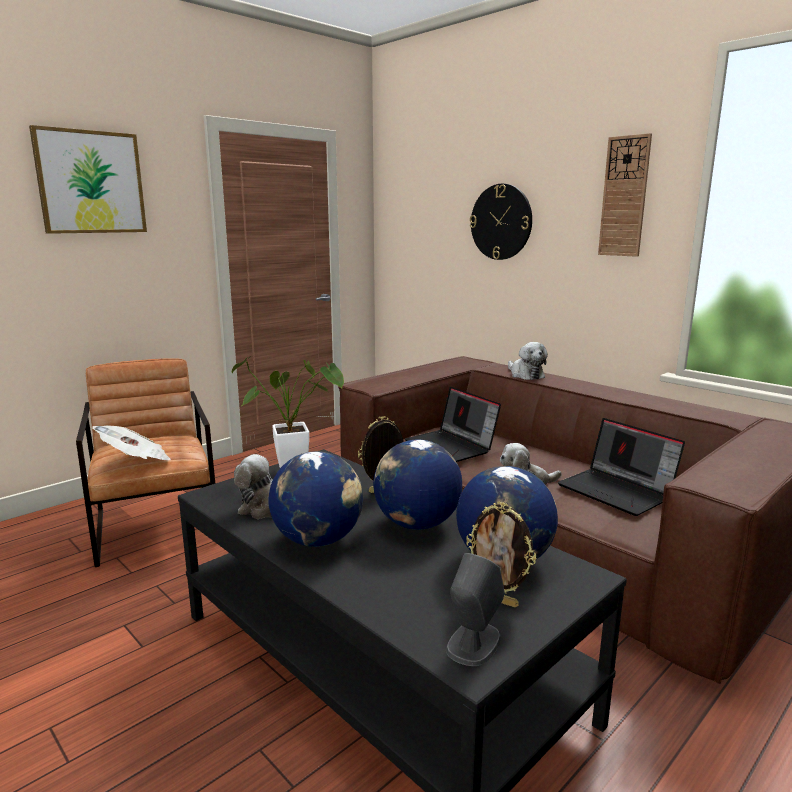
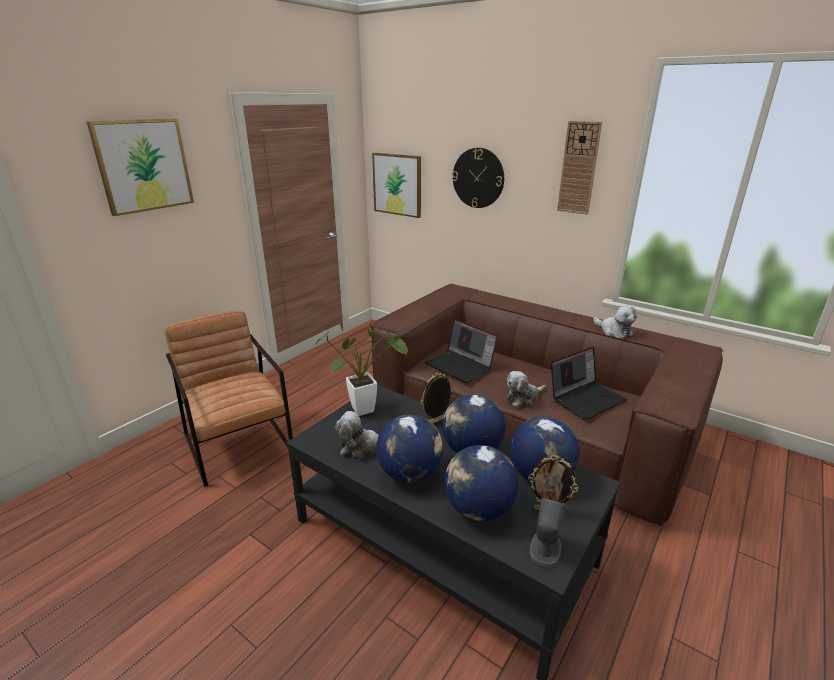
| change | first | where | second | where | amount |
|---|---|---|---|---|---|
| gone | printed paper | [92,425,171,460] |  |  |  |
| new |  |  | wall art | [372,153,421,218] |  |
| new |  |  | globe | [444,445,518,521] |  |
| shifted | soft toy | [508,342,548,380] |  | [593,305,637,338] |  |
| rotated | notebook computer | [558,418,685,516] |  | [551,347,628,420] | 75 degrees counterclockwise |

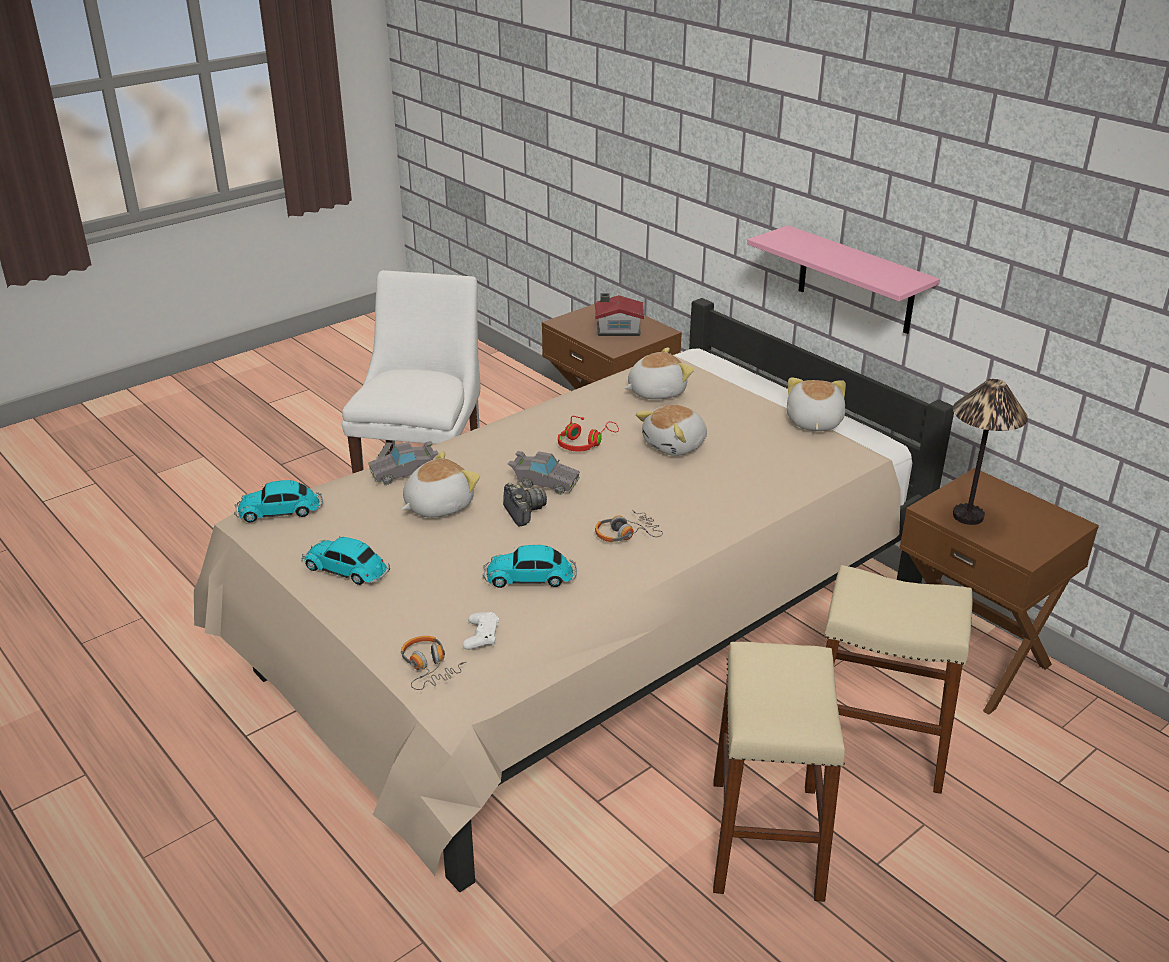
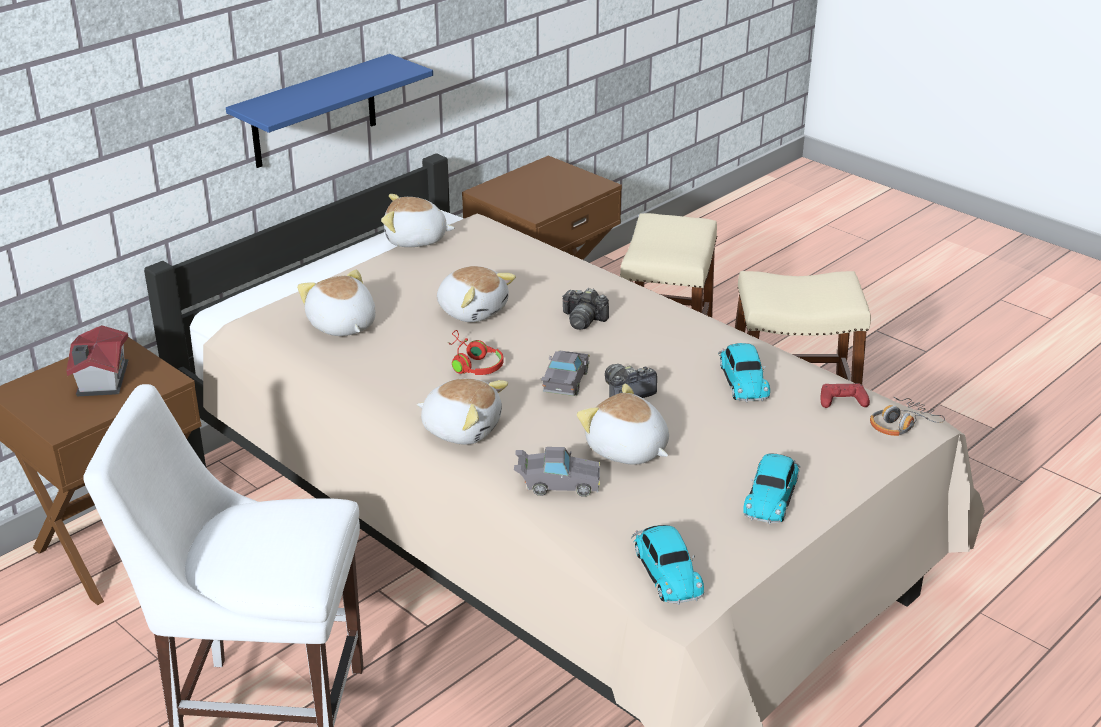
| change | first | where | second | where | amount |
|---|---|---|---|---|---|
| gone | headphones | [595,510,663,542] |  |  |  |
| gone | table lamp | [953,379,1028,525] |  |  |  |
| new |  |  | soft toy | [417,378,508,445] |  |
| new |  |  | photo camera | [562,288,609,330] |  |
| repainted | joypad in white-coloured | [462,612,499,650] | joypad in reddish | [821,383,870,408] |  |
| repainted | bracket shelf in pink-coloured | [747,225,940,334] | bracket shelf in blue | [226,54,433,168] |  |
| rotated | toy car in grey | [368,441,439,485] |  | [514,447,600,497] | 60 degrees counterclockwise |

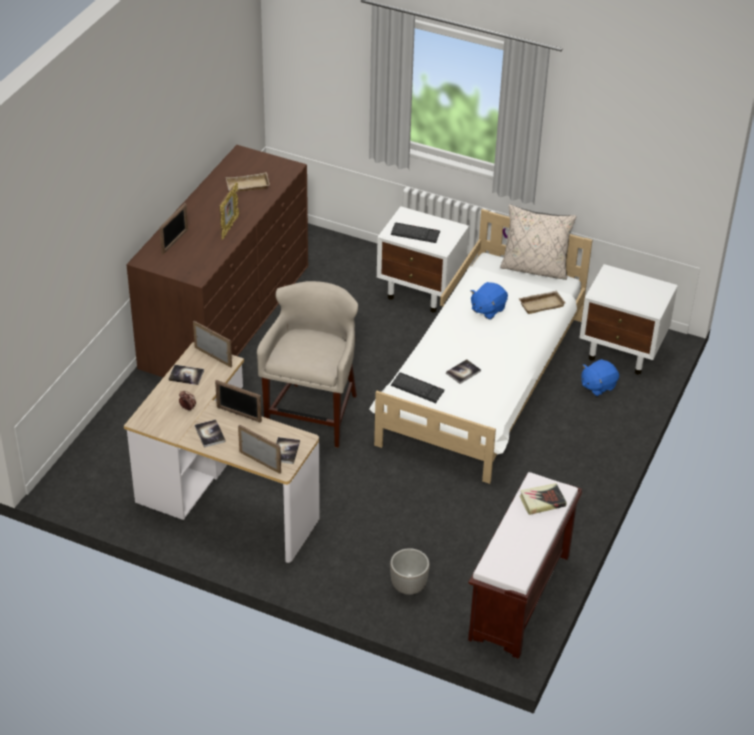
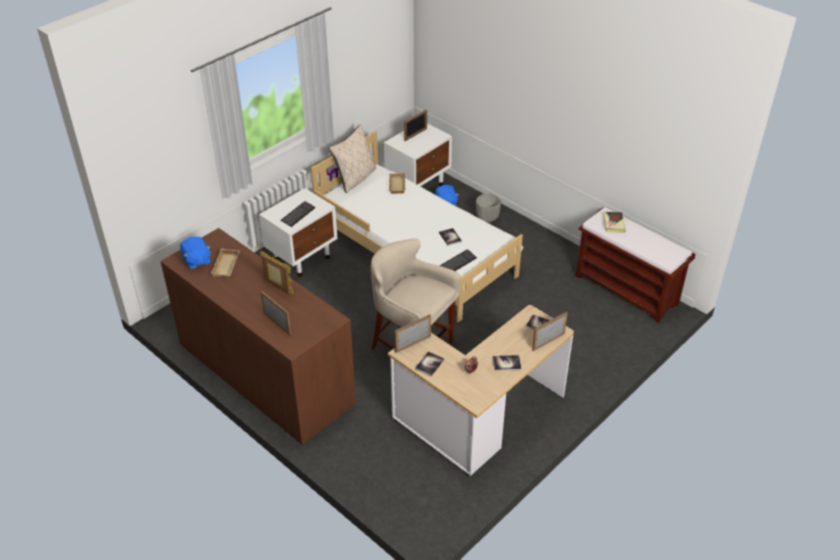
| change | first | where | second | where | amount |
|---|---|---|---|---|---|
| shifted | picture frame | [215,380,262,423] |  | [404,110,427,141] |  |
| shifted | flower pot | [390,548,430,595] |  | [476,193,501,223] |  |
| shifted | soft toy in blue | [471,282,508,320] |  | [180,237,211,270] |  |

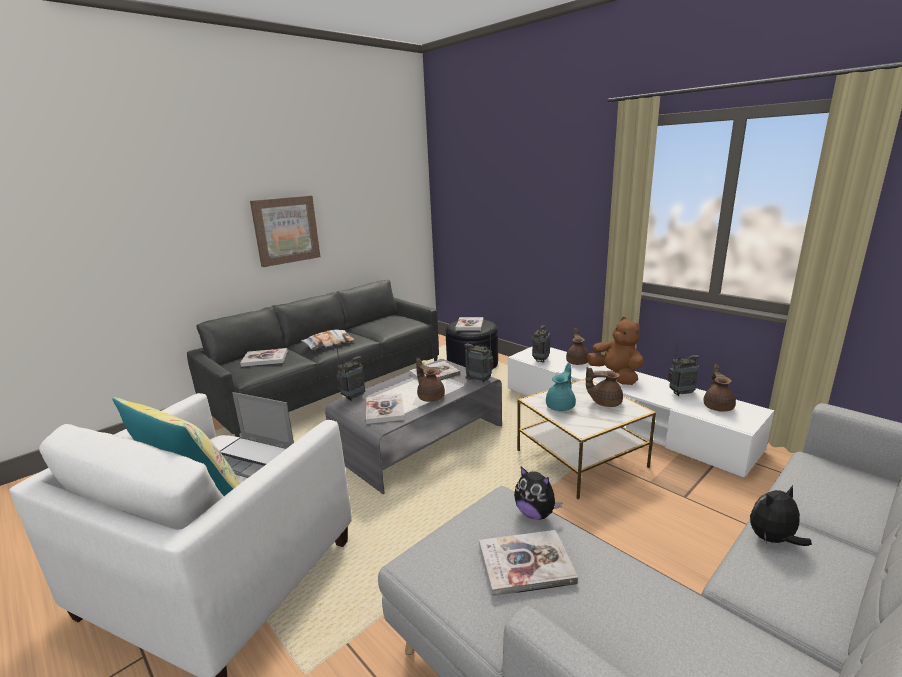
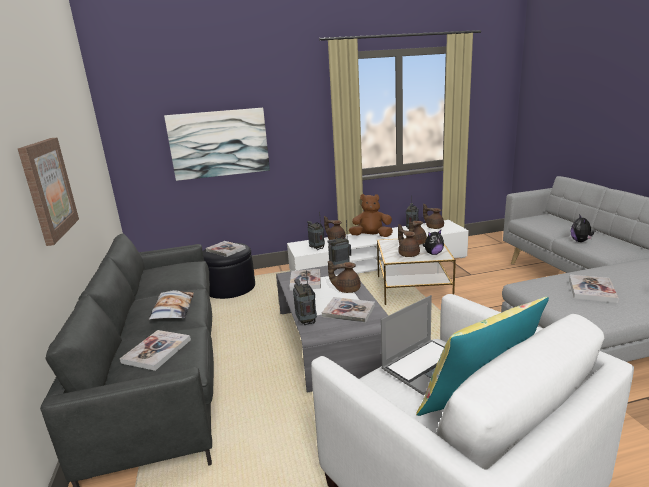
| change | first | where | second | where | amount |
|---|---|---|---|---|---|
| new |  |  | wall art | [164,108,270,181] |  |
| shifted | soft toy | [514,467,563,520] |  | [422,230,444,255] |  |
| repainted | teapot in blue-green | [546,363,576,411] | teapot in brownish | [398,224,420,257] |  |

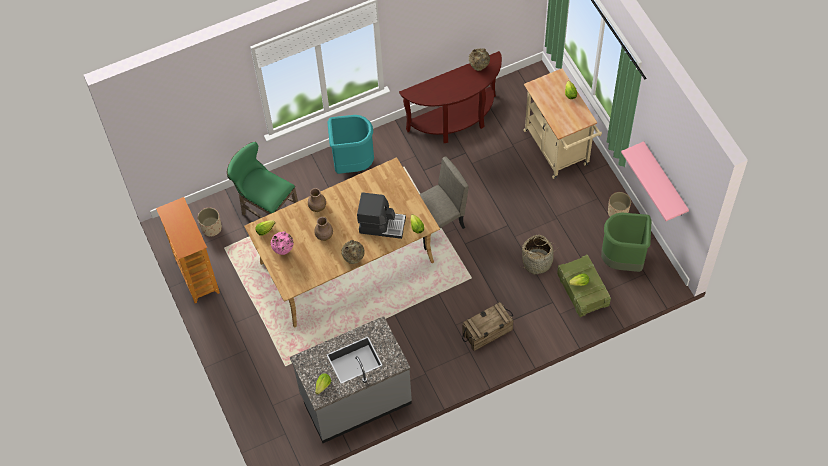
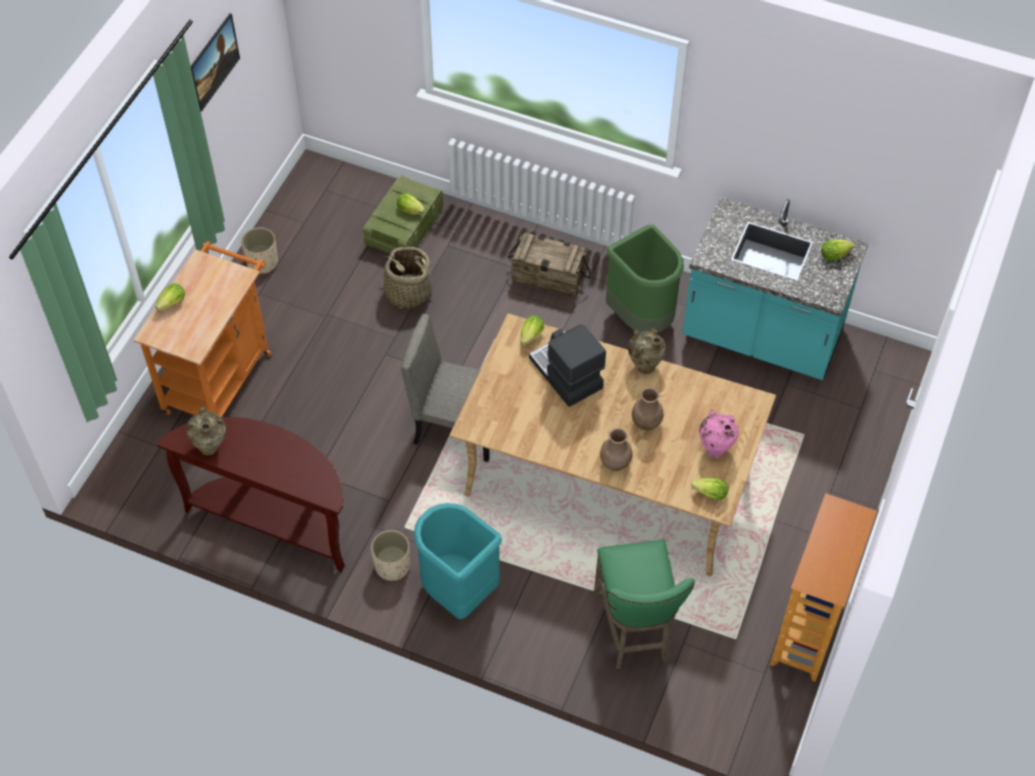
| change | first | where | second | where | amount |
|---|---|---|---|---|---|
| gone | bracket shelf in pink-coloured | [621,141,689,221] |  |  |  |
| new |  |  | wall art | [191,13,240,112] |  |
| shifted | flower pot in beige | [197,207,222,237] |  | [371,530,410,581] |  |
| shifted | trash can in greenish | [601,212,651,272] |  | [606,224,684,333] |  |
| repainted | kitchen base unit in grey | [290,316,412,443] | kitchen base unit in blue-green | [682,197,868,380] |  |
| repainted | cart in beige | [523,68,602,179] | cart in orange-coloured | [134,241,272,417] |  |

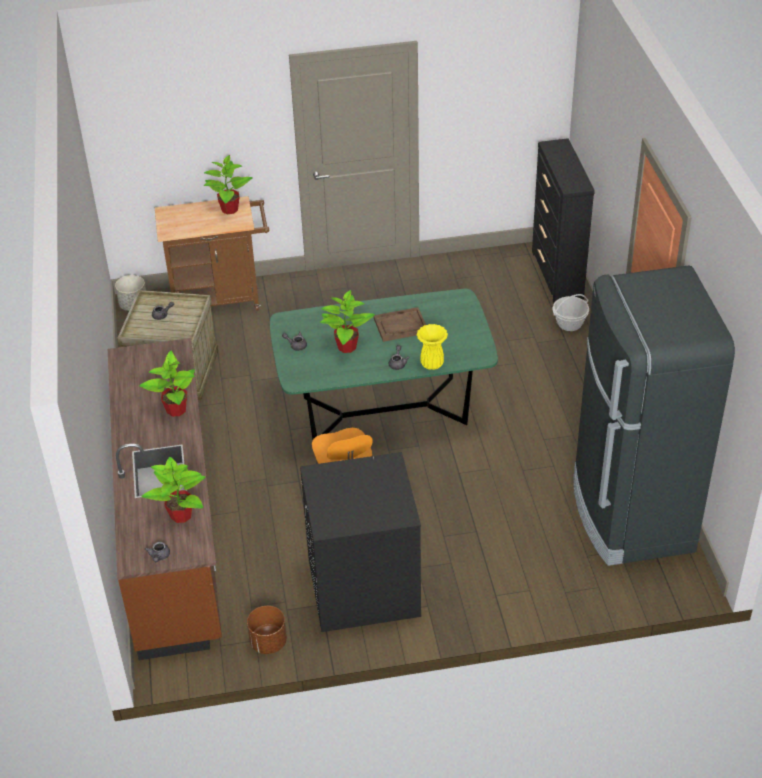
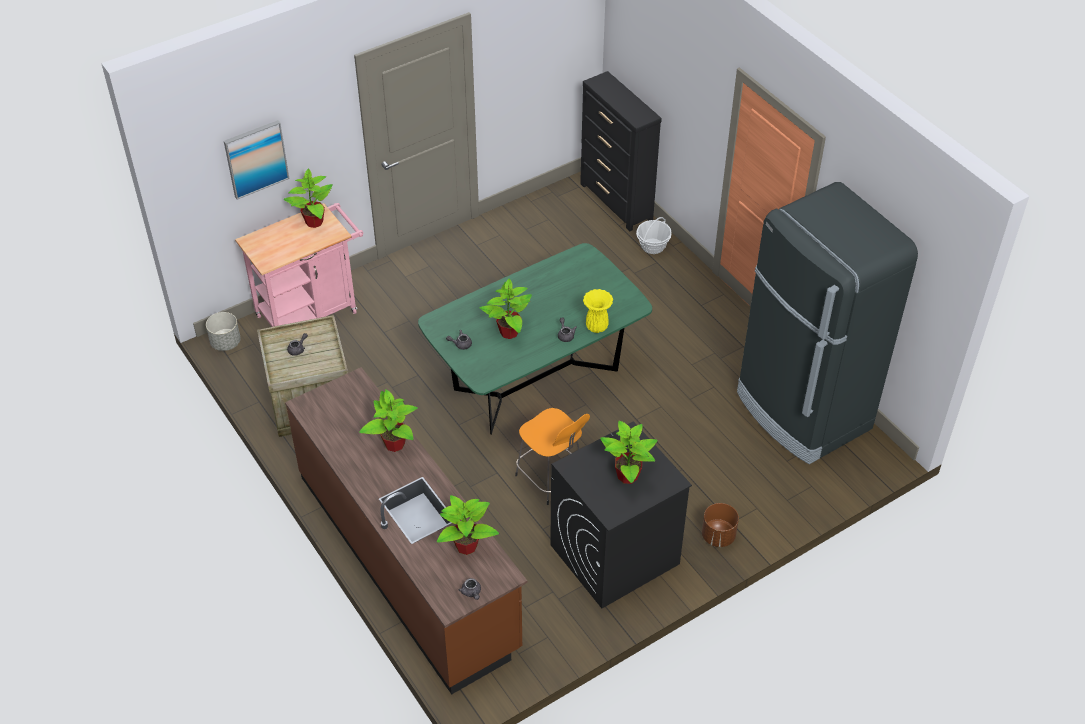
| change | first | where | second | where | amount |
|---|---|---|---|---|---|
| gone | tray in brownish | [374,307,426,342] |  |  |  |
| new |  |  | wall art | [224,120,290,200] |  |
| new |  |  | houseplant | [600,421,658,484] |  |
| shifted | flower pot in brownish | [247,606,287,654] |  | [702,503,739,547] |  |
| repainted | cart in brownish | [155,196,269,311] | cart in pink-coloured | [235,203,363,327] |  |

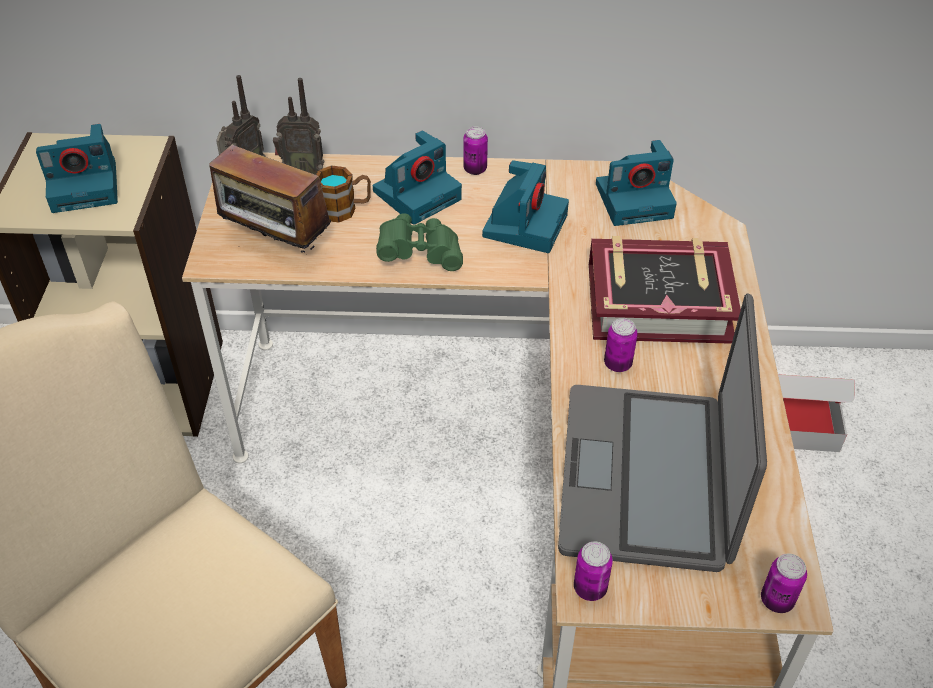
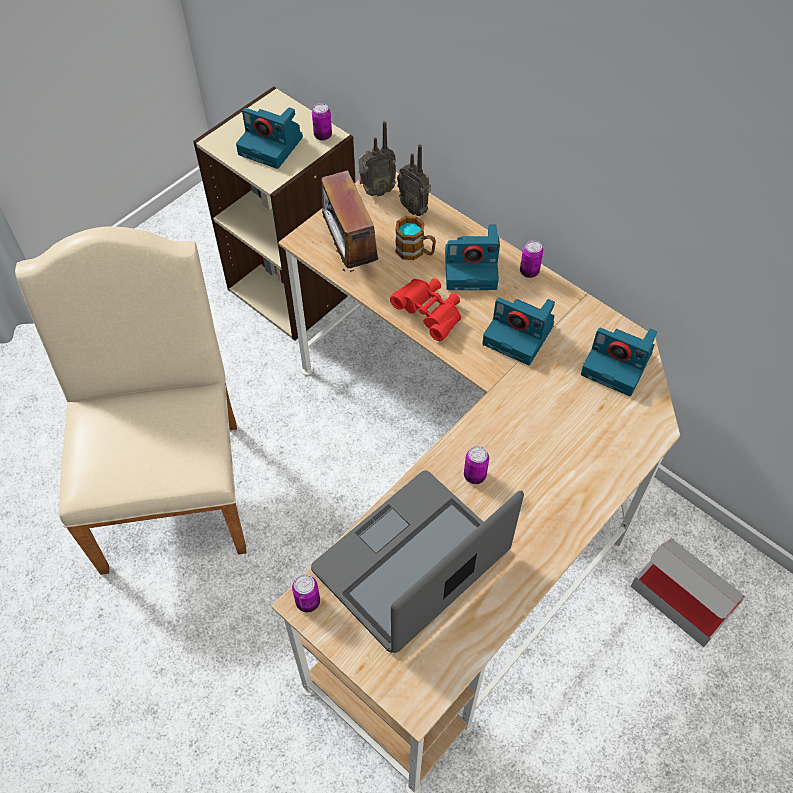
| change | first | where | second | where | amount |
|---|---|---|---|---|---|
| gone | volume | [589,236,741,344] |  |  |  |
| shifted | metal can | [761,553,807,613] |  | [312,103,332,141] |  |
| repainted | field glasses in greenish | [376,213,463,271] | field glasses in reddish | [390,278,461,341] |  |
| rotated | photo camera | [482,160,569,253] |  | [482,297,555,365] | 60 degrees clockwise |

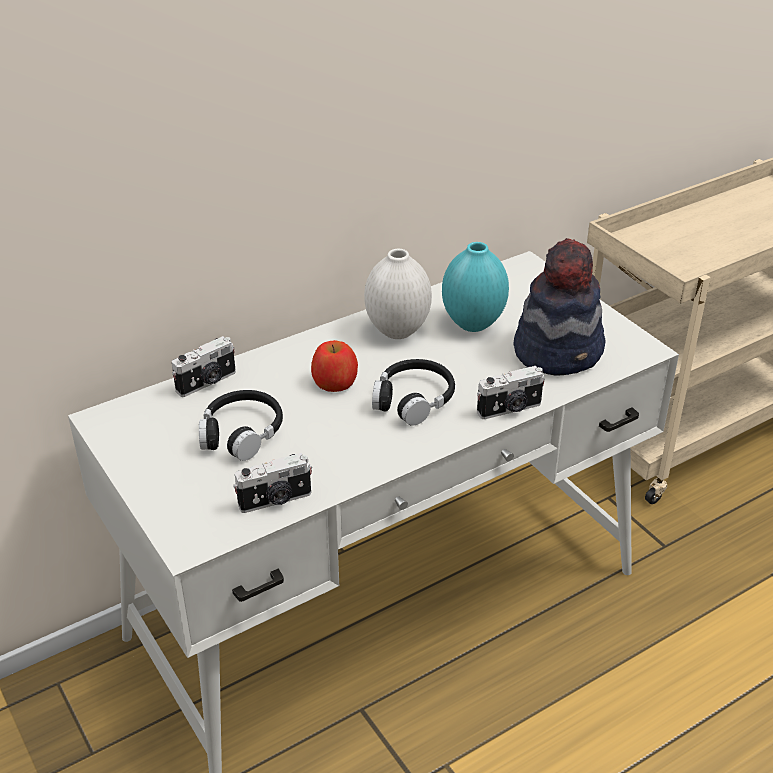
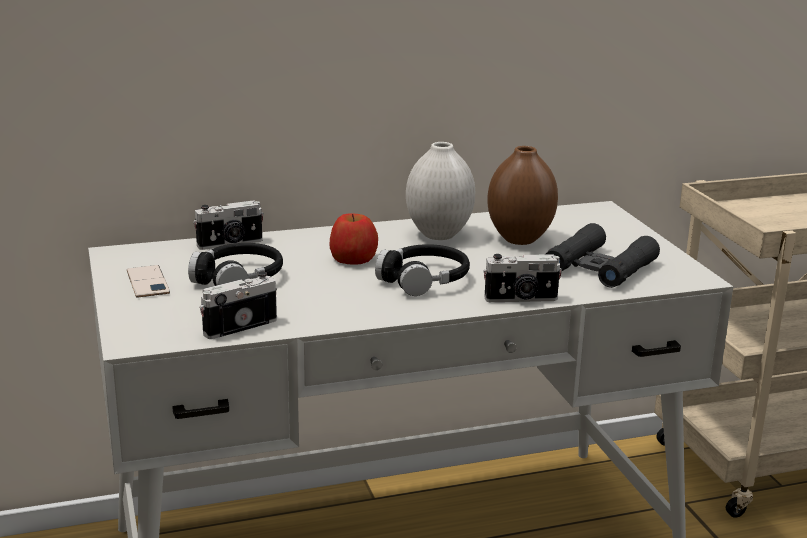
| change | first | where | second | where | amount |
|---|---|---|---|---|---|
| new |  |  | phone | [127,265,170,298] |  |
| swapped | clothing hat | [513,238,605,376] | field glasses in black-coloured | [546,223,660,288] |  |
| repainted | vase in blue-green | [442,242,509,332] | vase in brownish | [487,146,558,245] |  |
| rotated | photo camera | [233,453,312,513] |  | [199,271,277,339] | 150 degrees clockwise |

